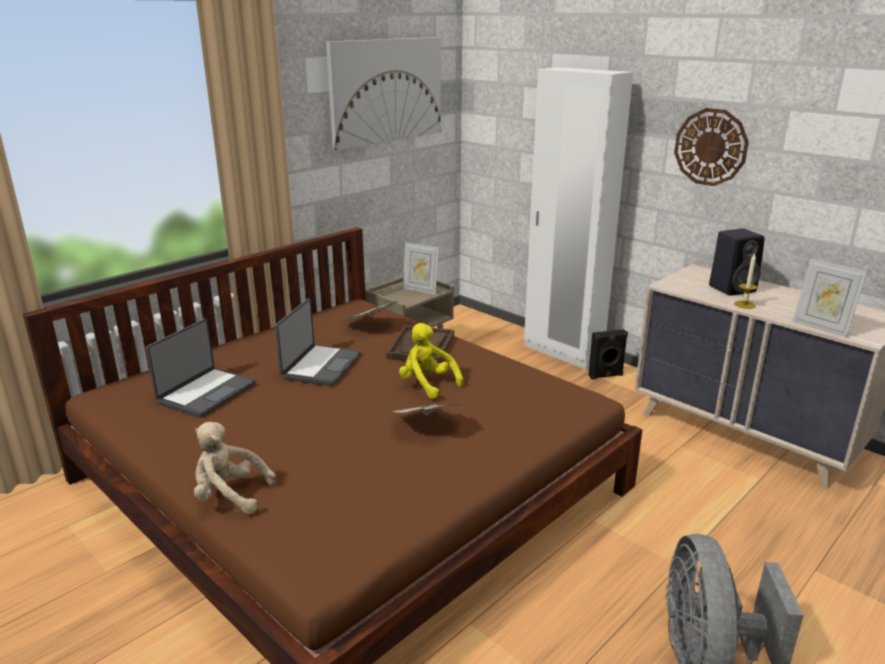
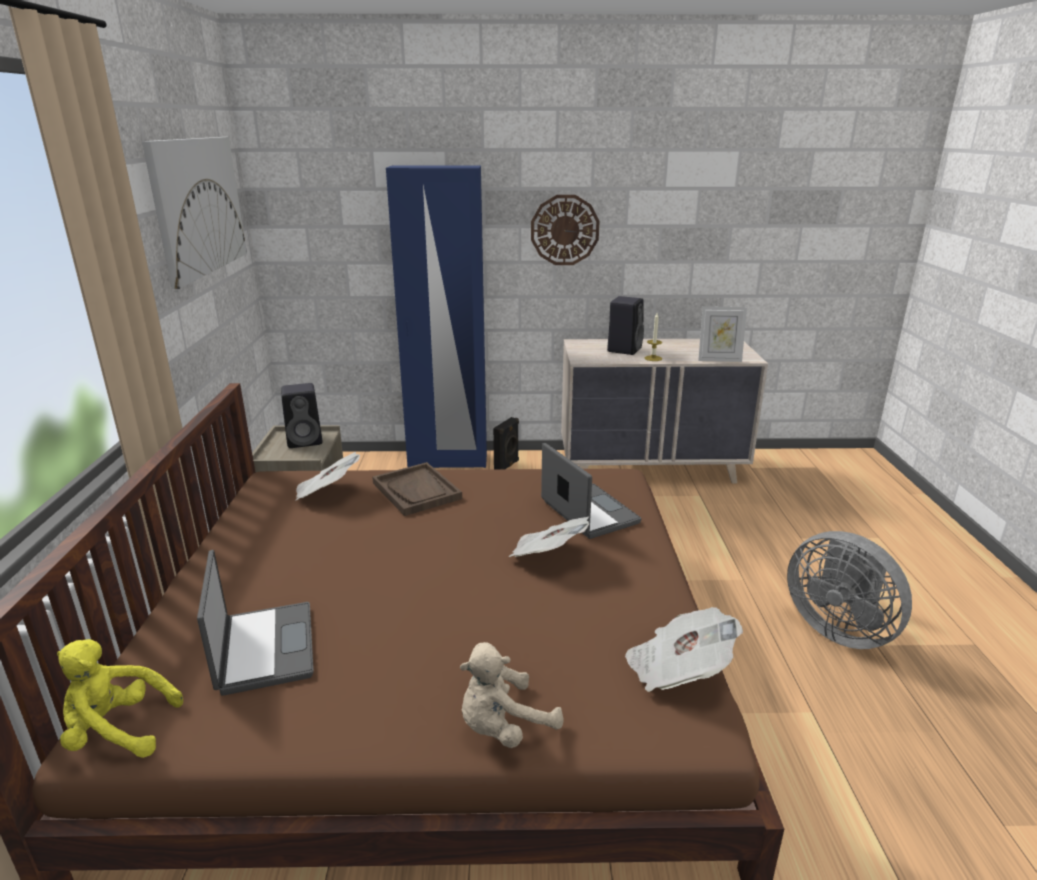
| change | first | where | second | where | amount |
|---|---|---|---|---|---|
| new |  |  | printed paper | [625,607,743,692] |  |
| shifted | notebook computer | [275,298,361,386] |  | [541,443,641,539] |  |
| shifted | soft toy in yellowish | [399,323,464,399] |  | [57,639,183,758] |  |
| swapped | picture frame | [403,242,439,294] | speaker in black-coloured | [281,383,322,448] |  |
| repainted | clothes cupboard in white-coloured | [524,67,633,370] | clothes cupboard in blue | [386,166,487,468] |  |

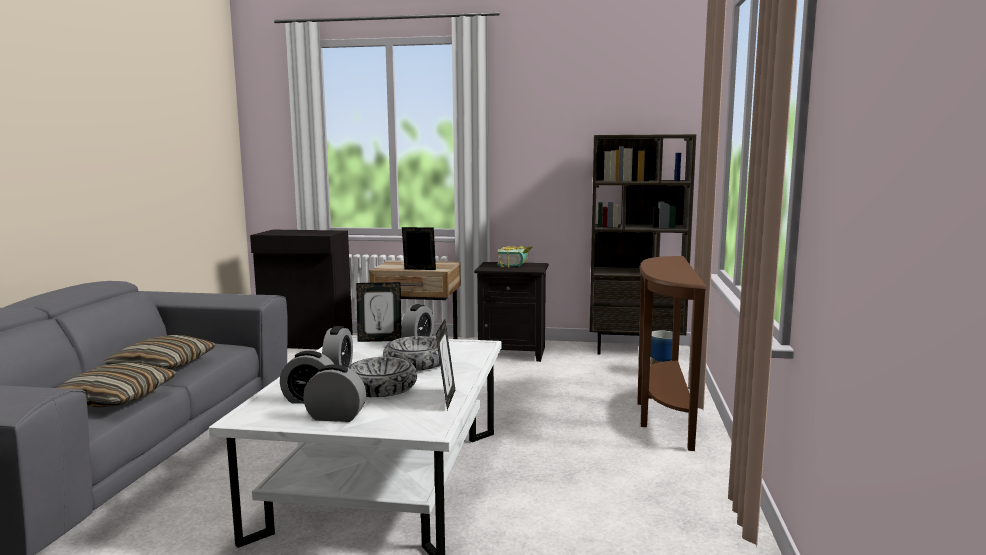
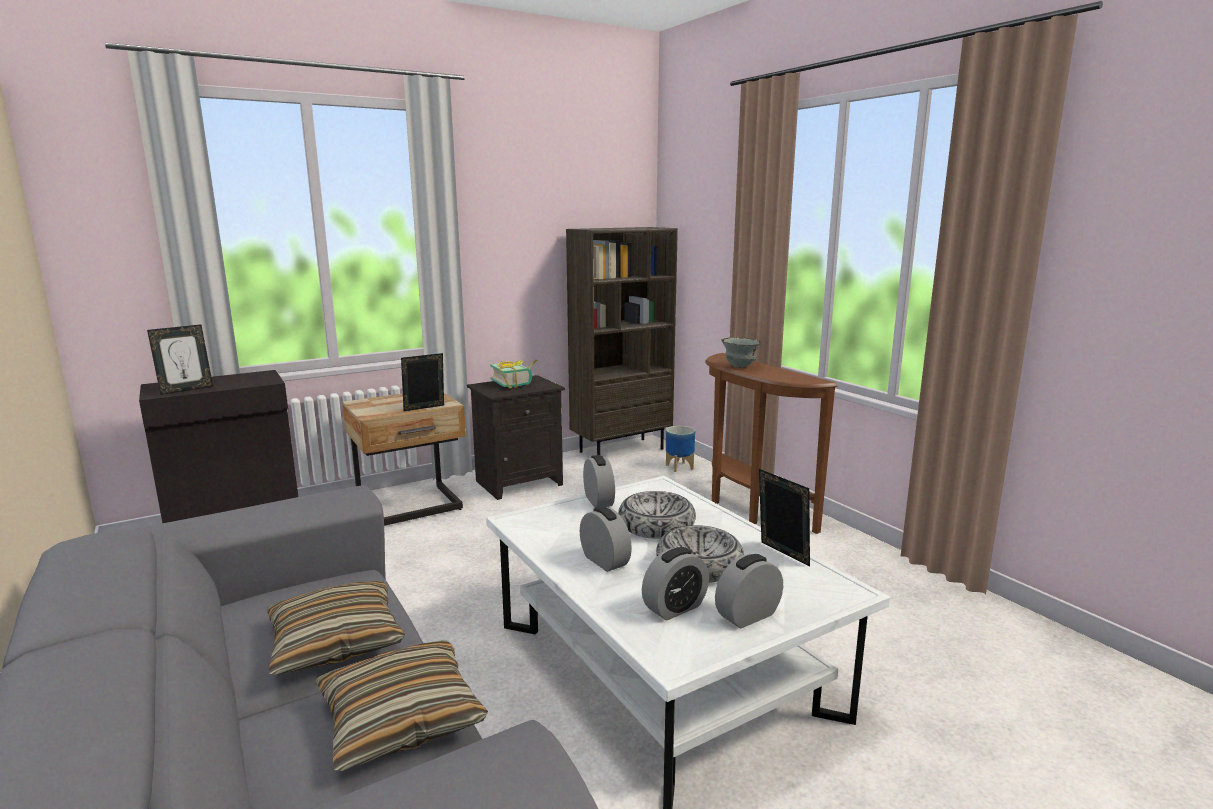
| change | first | where | second | where | amount |
|---|---|---|---|---|---|
| new |  |  | serving bowl in grey | [721,337,761,367] |  |
| shifted | picture frame | [356,282,402,342] |  | [147,324,213,395] |  |

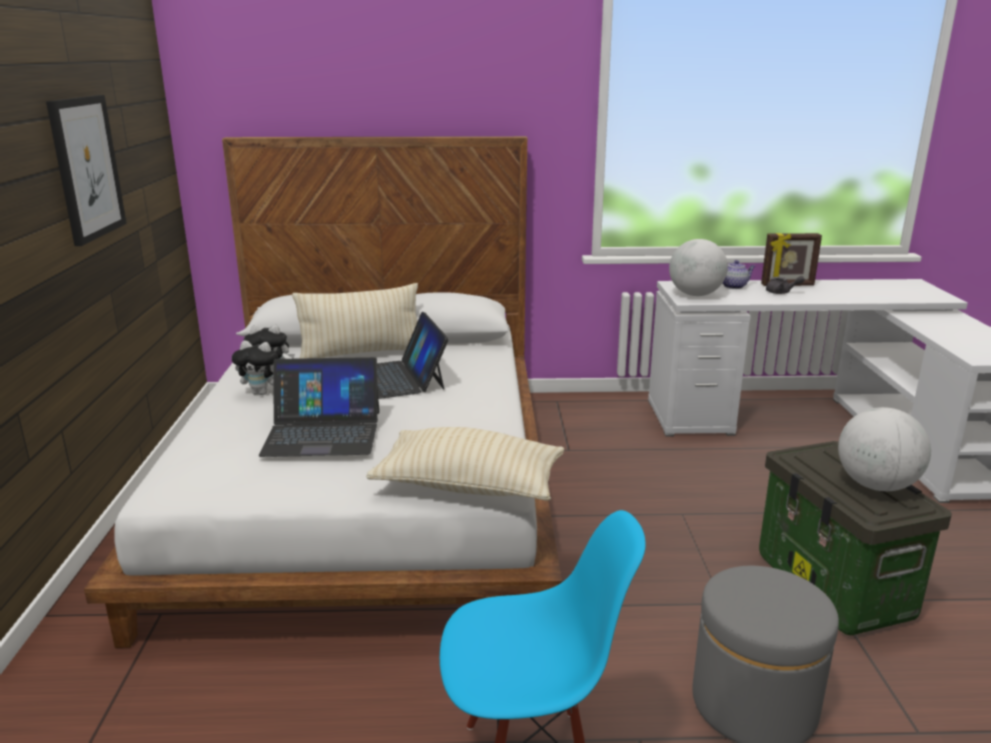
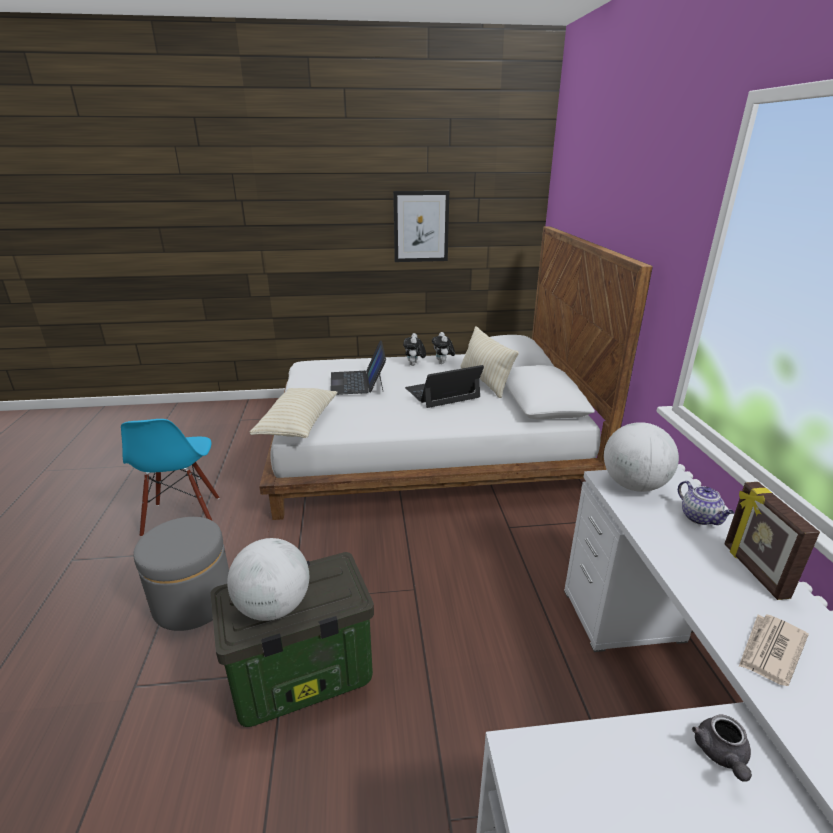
| change | first | where | second | where | amount |
|---|---|---|---|---|---|
| new |  |  | printed paper | [739,614,809,686] |  |
| shifted | teapot in grey | [766,276,805,294] |  | [692,715,752,782] |  |

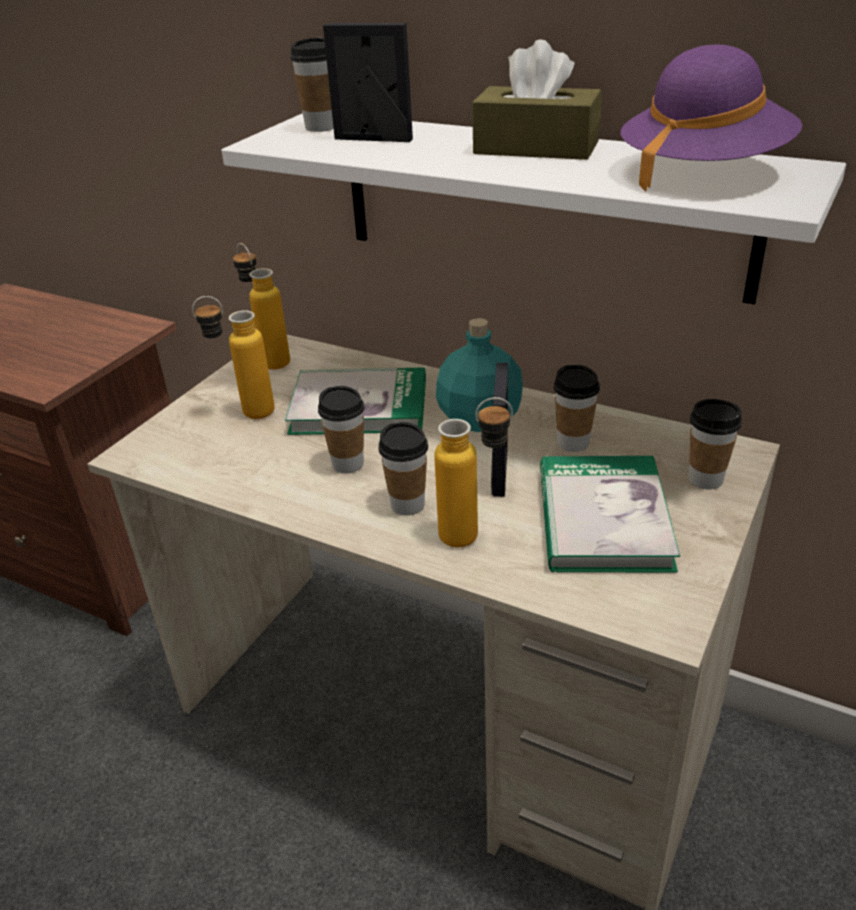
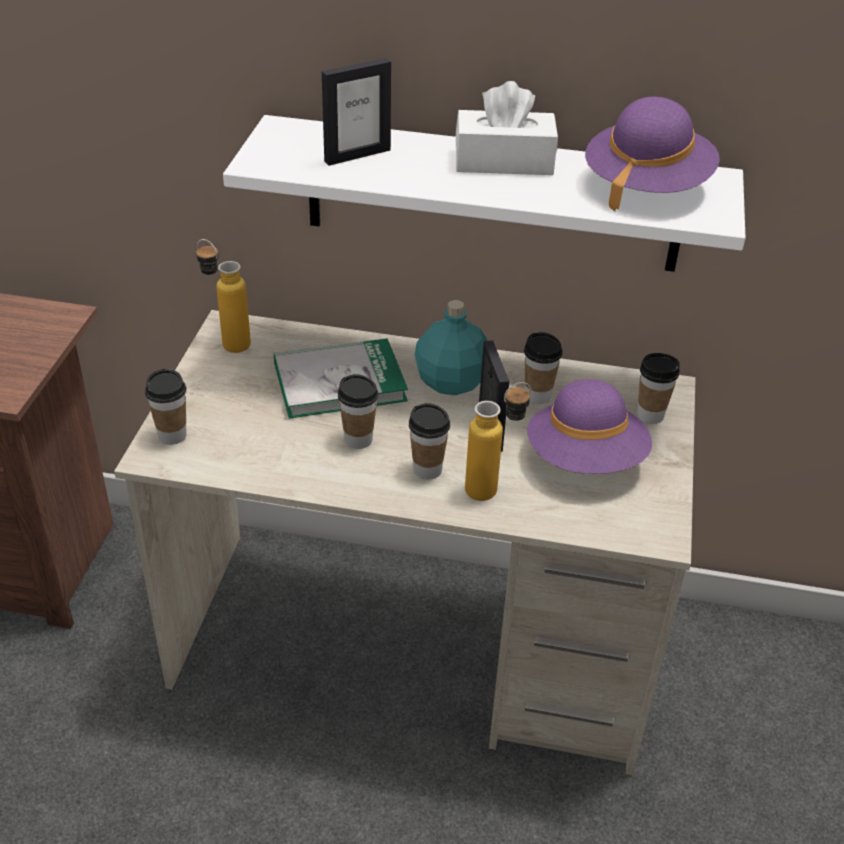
| change | first | where | second | where | amount |
|---|---|---|---|---|---|
| gone | beverage bottle | [192,296,275,419] |  |  |  |
| shifted | drinking cup | [290,38,334,132] |  | [145,369,187,445] |  |
| swapped | volume | [540,456,680,572] | clothing hat in purplish | [527,379,652,474] |  |
| repainted | tissue holder in brownish | [472,39,602,160] | tissue holder in white-coloured | [456,81,558,175] |  |
| rotated | picture frame | [323,23,413,142] |  | [322,58,391,166] | 150 degrees clockwise |

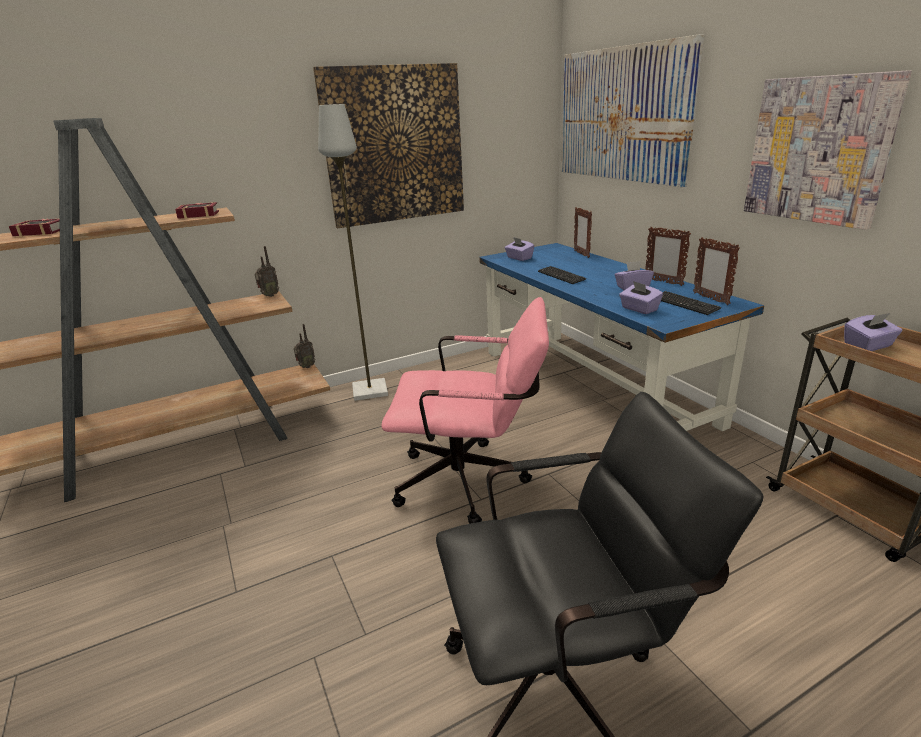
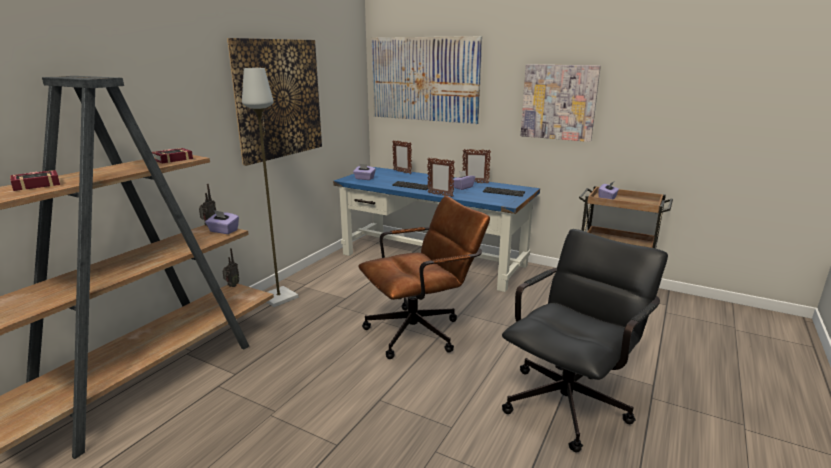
| change | first | where | second | where | amount |
|---|---|---|---|---|---|
| shifted | tissue holder in purplish | [619,281,663,314] |  | [205,210,239,234] |  |
| shifted | picture frame | [693,237,740,305] |  | [427,158,455,197] |  |
| repainted | computer chair in pink-coloured | [381,297,549,524] | computer chair in brownish | [359,196,490,359] |  |

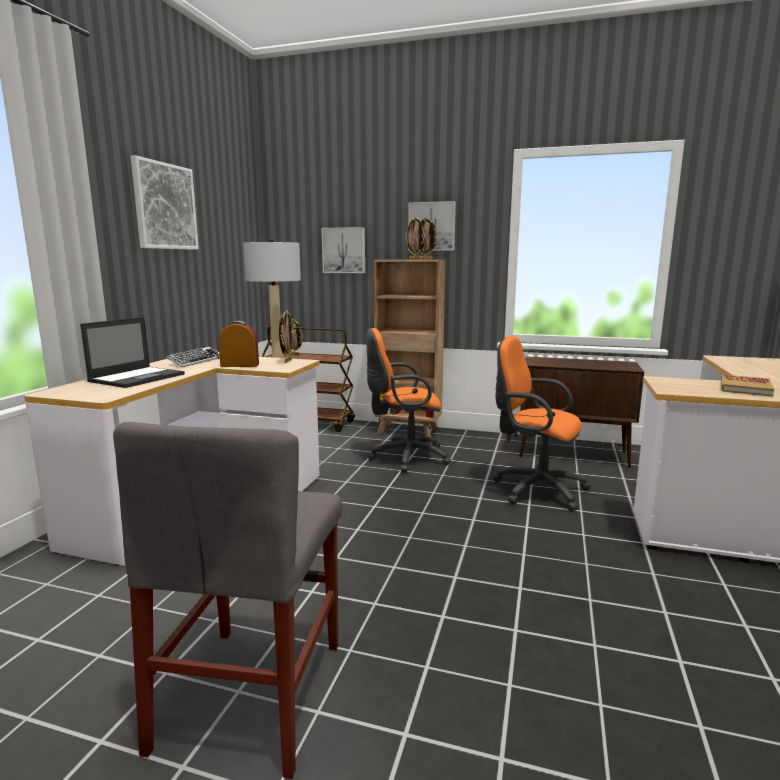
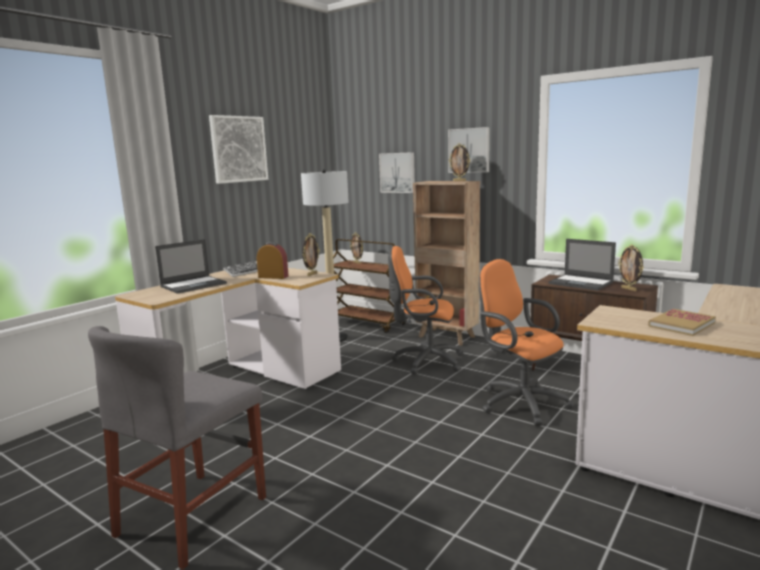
| change | first | where | second | where | amount |
|---|---|---|---|---|---|
| new |  |  | notebook computer | [548,239,616,291] |  |
| shifted | picture frame | [405,216,426,259] |  | [618,245,643,291] |  |

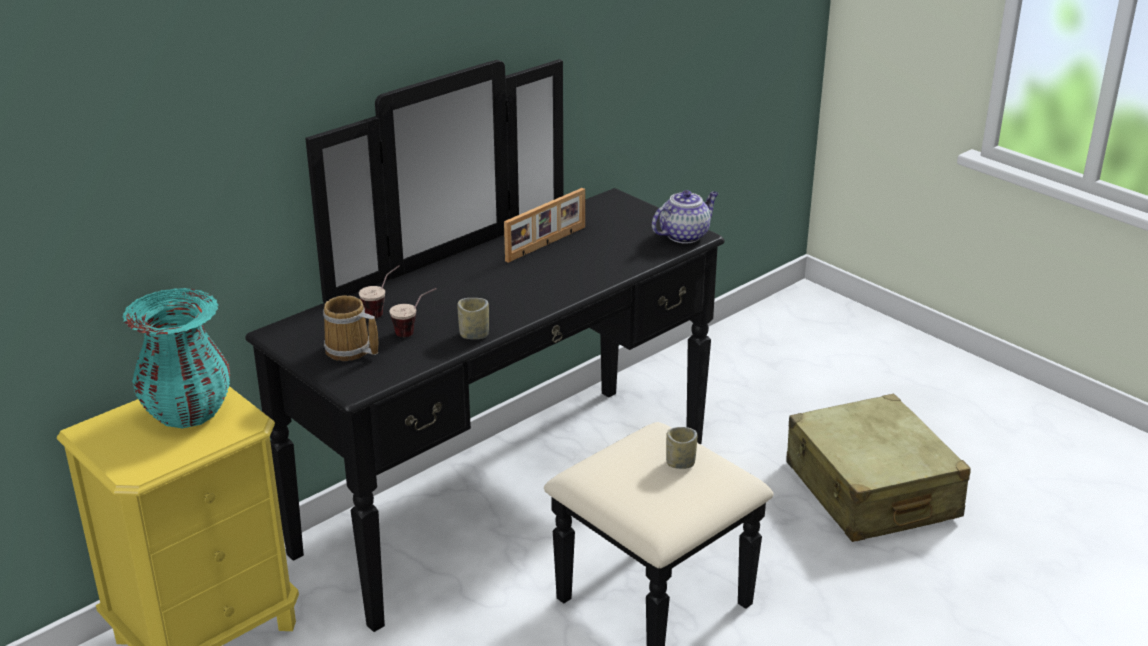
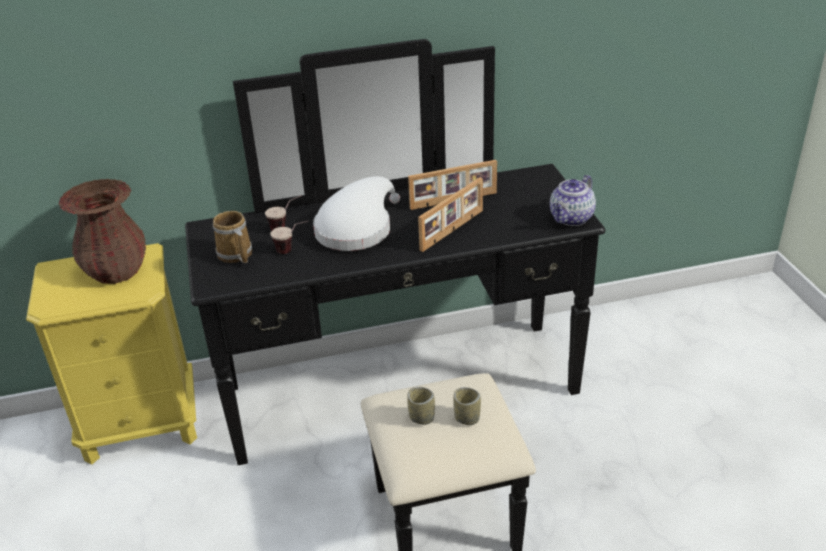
| change | first | where | second | where | amount |
|---|---|---|---|---|---|
| gone | suitcase in beige | [786,394,971,542] |  |  |  |
| new |  |  | clothing hat in white-coloured | [313,176,400,251] |  |
| new |  |  | picture frame | [418,177,483,252] |  |
| shifted | drinking cup | [457,298,489,339] |  | [407,387,435,425] |  |
| repainted | vase in blue-green | [122,288,230,428] | vase in brownish | [59,179,146,284] |  |
| rotated | teapot | [652,190,719,244] |  | [550,175,596,226] | 135 degrees clockwise |

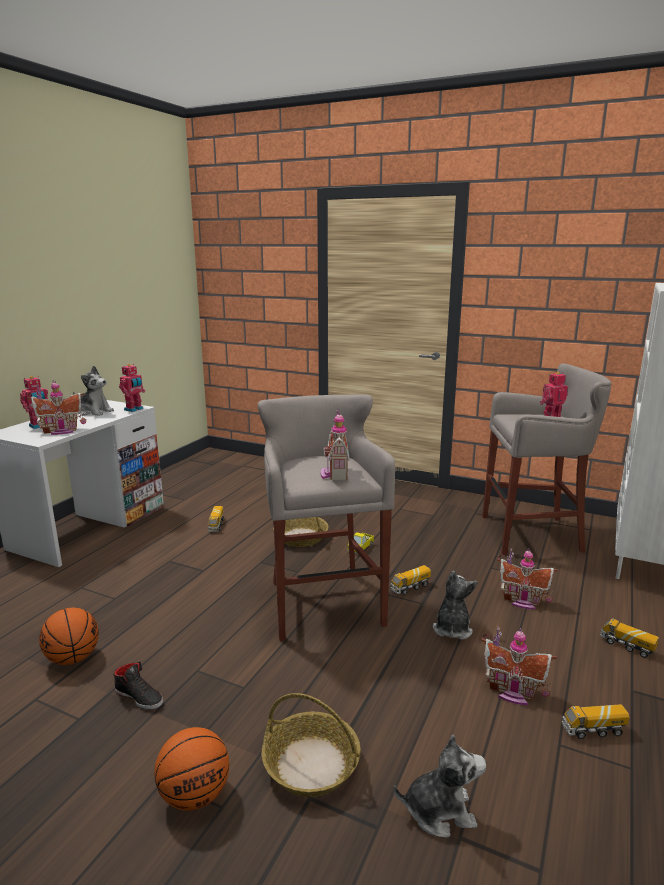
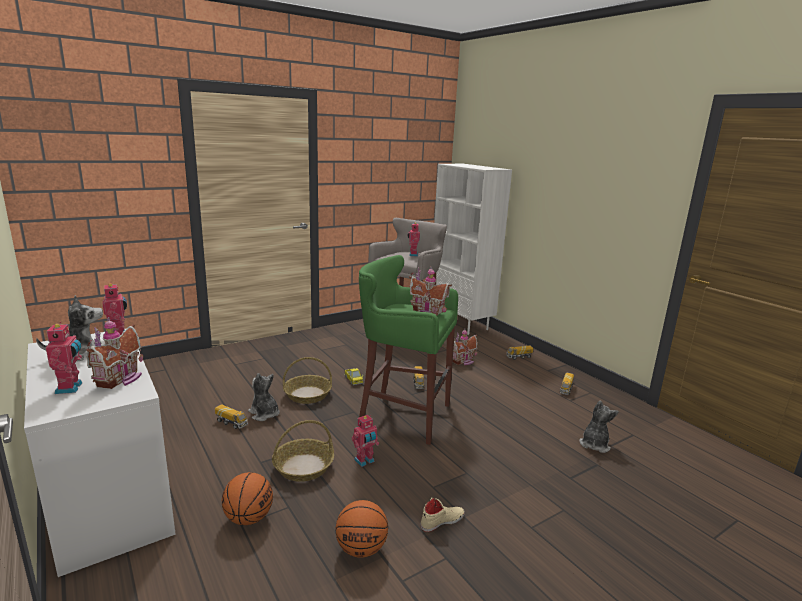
| change | first | where | second | where | amount |
|---|---|---|---|---|---|
| gone | toy house | [481,628,557,705] |  |  |  |
| new |  |  | robot figure | [352,415,379,467] |  |
| shifted | ball for basketball | [154,727,229,811] |  | [222,472,273,525] |  |
| shifted | basket | [262,693,361,797] |  | [272,420,334,482] |  |
| shifted | soft toy | [433,571,477,640] |  | [248,373,280,421] |  |
| repainted | low shoe in black-coloured | [113,662,163,710] | low shoe in beige | [420,497,465,532] |  |
| repainted | sitting stool in grey | [258,394,395,641] | sitting stool in greenish | [357,255,458,445] |  |

